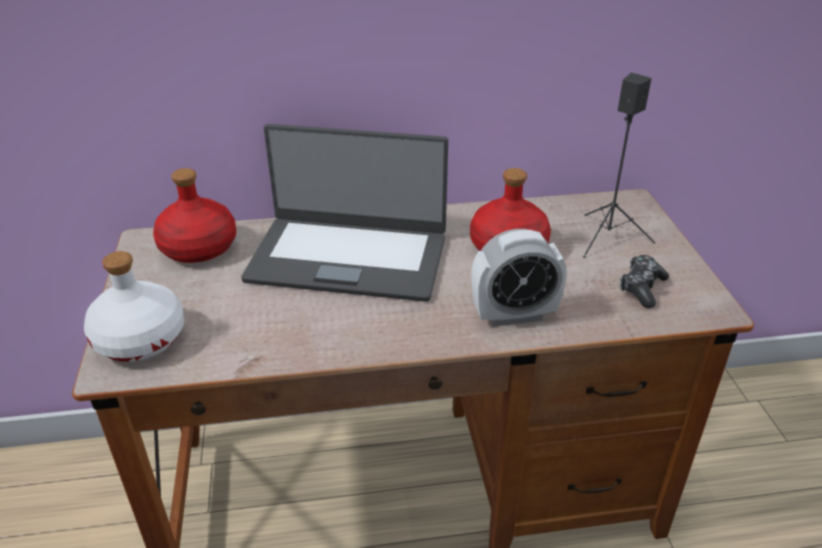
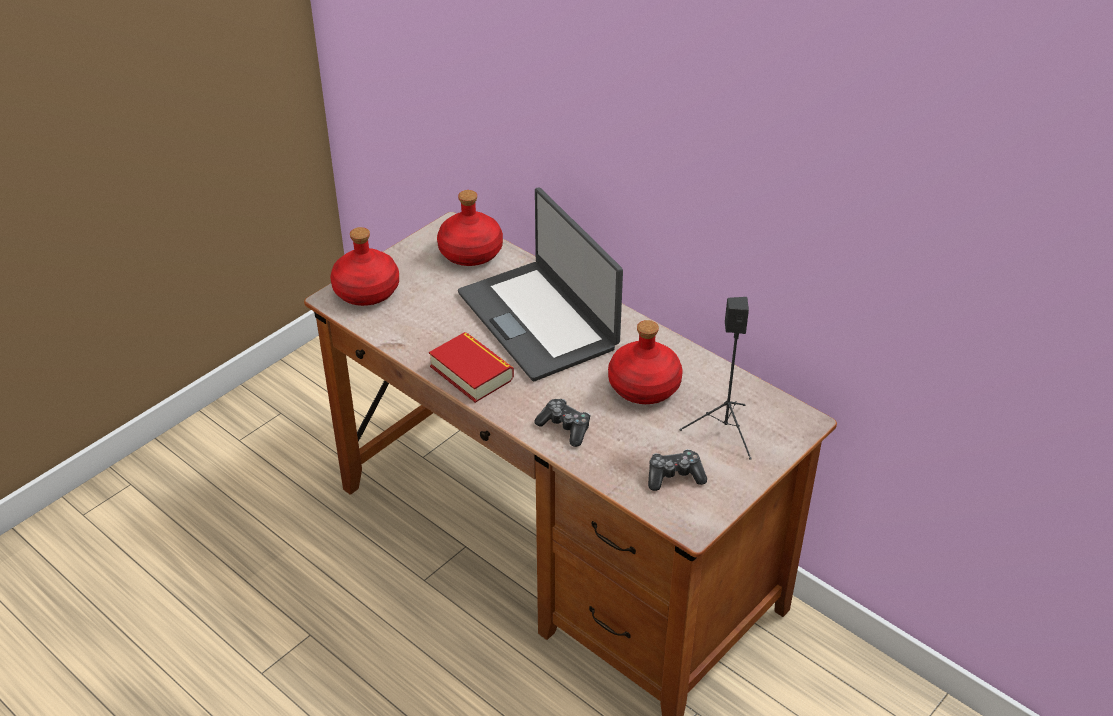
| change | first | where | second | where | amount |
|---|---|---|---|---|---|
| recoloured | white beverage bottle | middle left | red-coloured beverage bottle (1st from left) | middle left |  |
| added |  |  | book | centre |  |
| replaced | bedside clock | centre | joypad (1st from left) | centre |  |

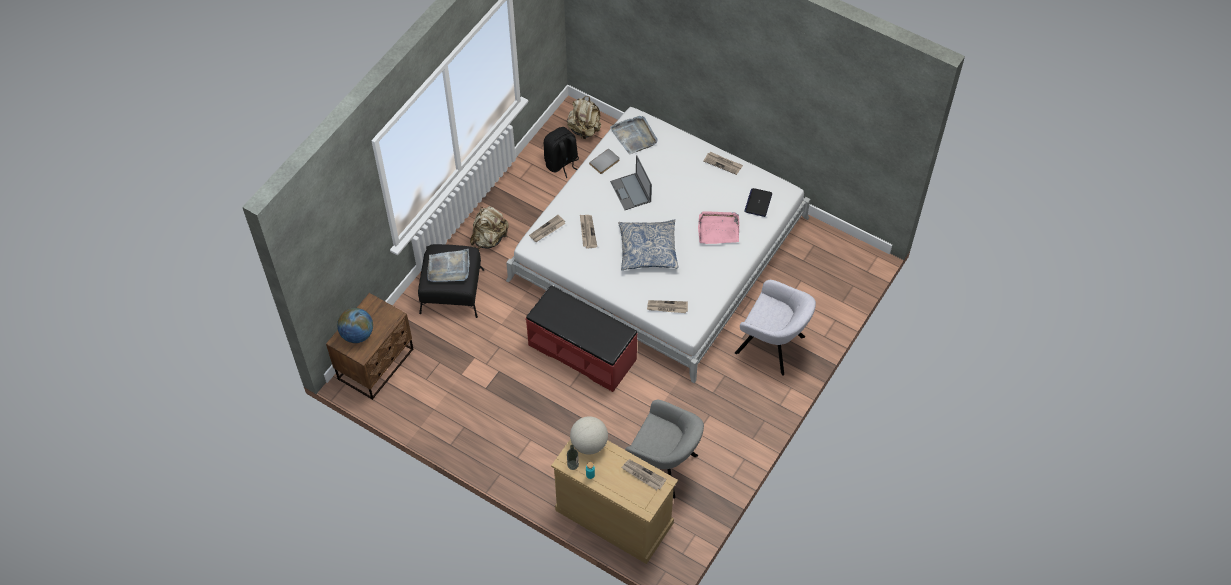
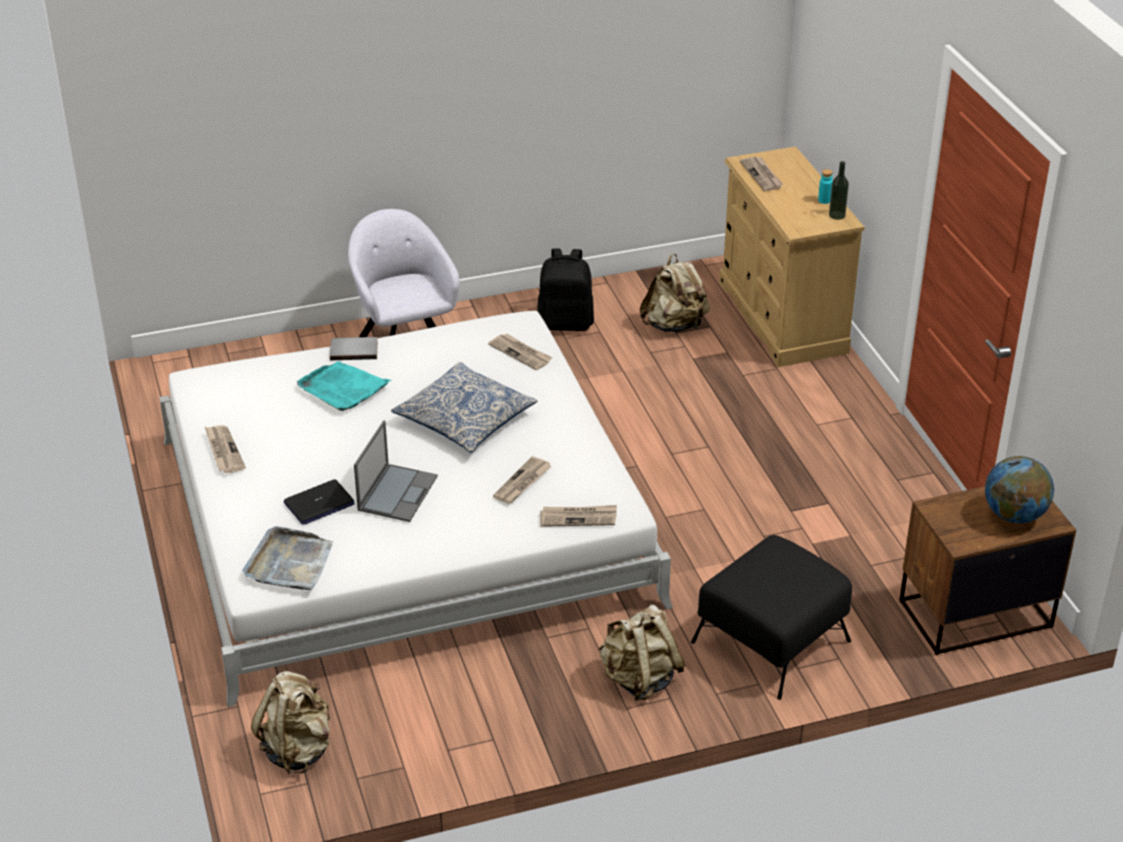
| change | first | where | second | where | amount |
|---|---|---|---|---|---|
| moved | notebook computer (2nd from left in the first image) | centre | notebook computer (1st from left) | middle left |  |
| recoloured | pinkish serving tray | centre | turquoise-coloured serving tray | middle left |  |
| moved | grey book | top centre |  | middle left |  |
| moved | black-coloured rucksack | top centre |  | centre |  |
| replaced | grey easy chair (1st from left) | bottom centre | sand-coloured rucksack (3rd from left) | centre |  |
| removed | grey serving tray (1st from left) | centre |  |  |  |
| removed | red-coloured bench | centre |  |  |  |
| removed | globe (2nd from left) | bottom centre |  |  |  |

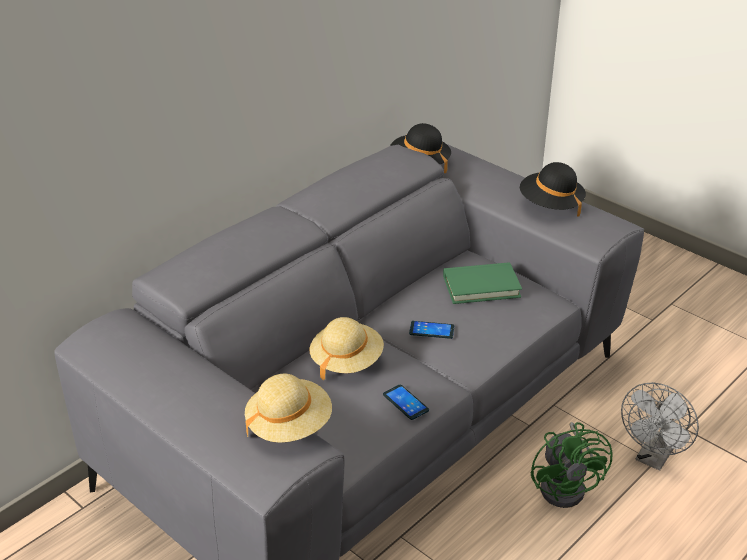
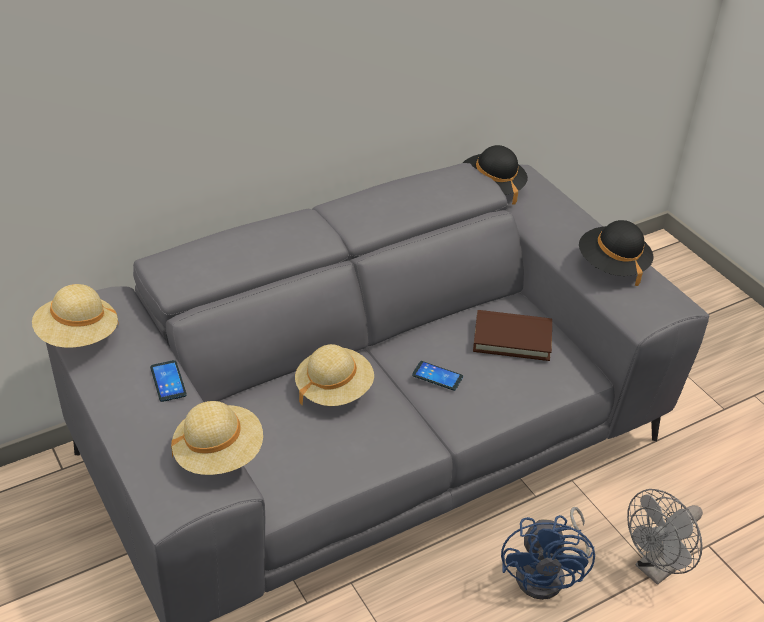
| change | first | where | second | where | amount |
|---|---|---|---|---|---|
| added |  |  | sand-coloured wearable hat (1st from left) | middle left |  |
| moved | telephone (1st from left) | bottom centre |  | middle left |  |
| recoloured | greenish book | centre | brown-coloured book | middle right |  |
| recoloured | greenish cooling fan | bottom right | bluish cooling fan | bottom right |  |

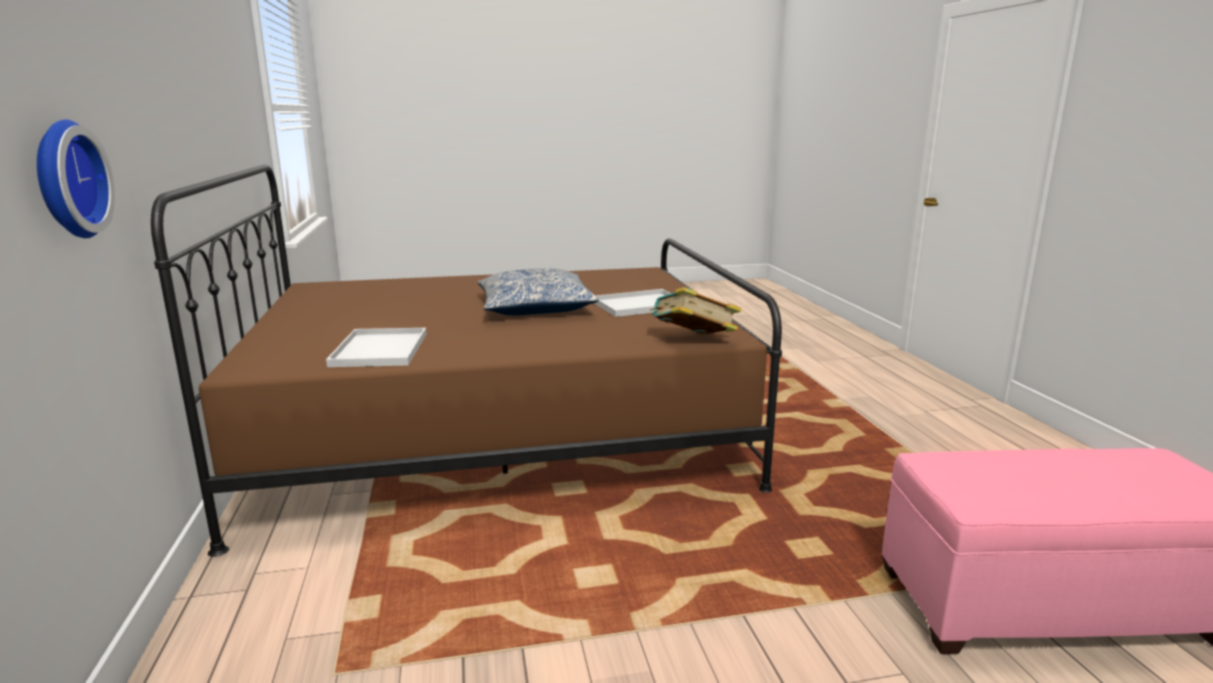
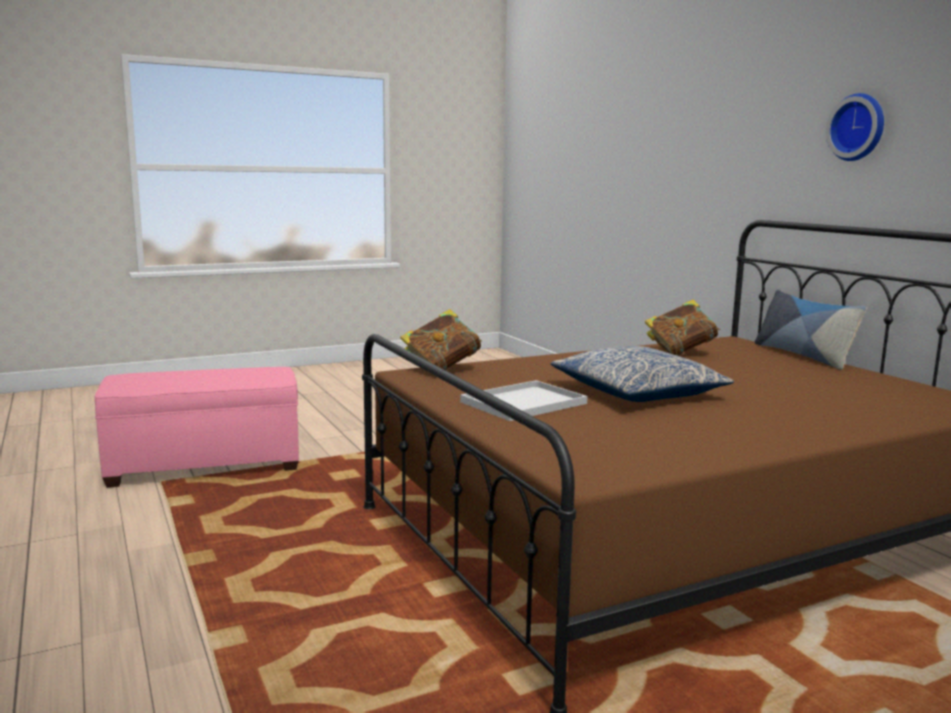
| change | first | where | second | where | amount |
|---|---|---|---|---|---|
| replaced | white serving tray (1st from left) | middle left | book (2nd from left) | middle right |  |
| added |  |  | pillow (2nd from left) | middle right |  |
| moved | wall clock | top left |  | top right |  |

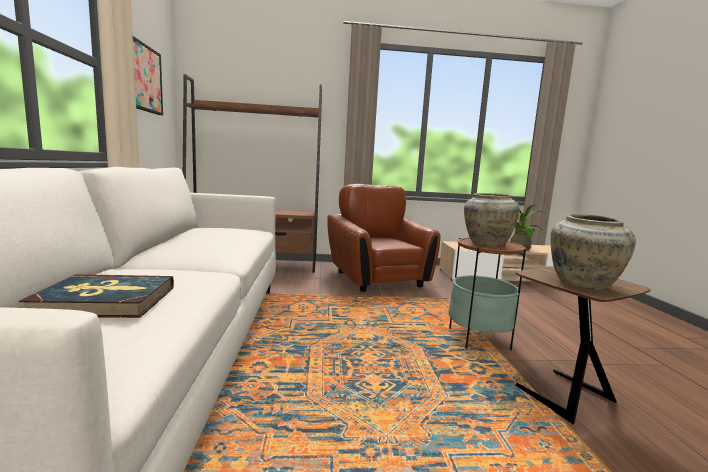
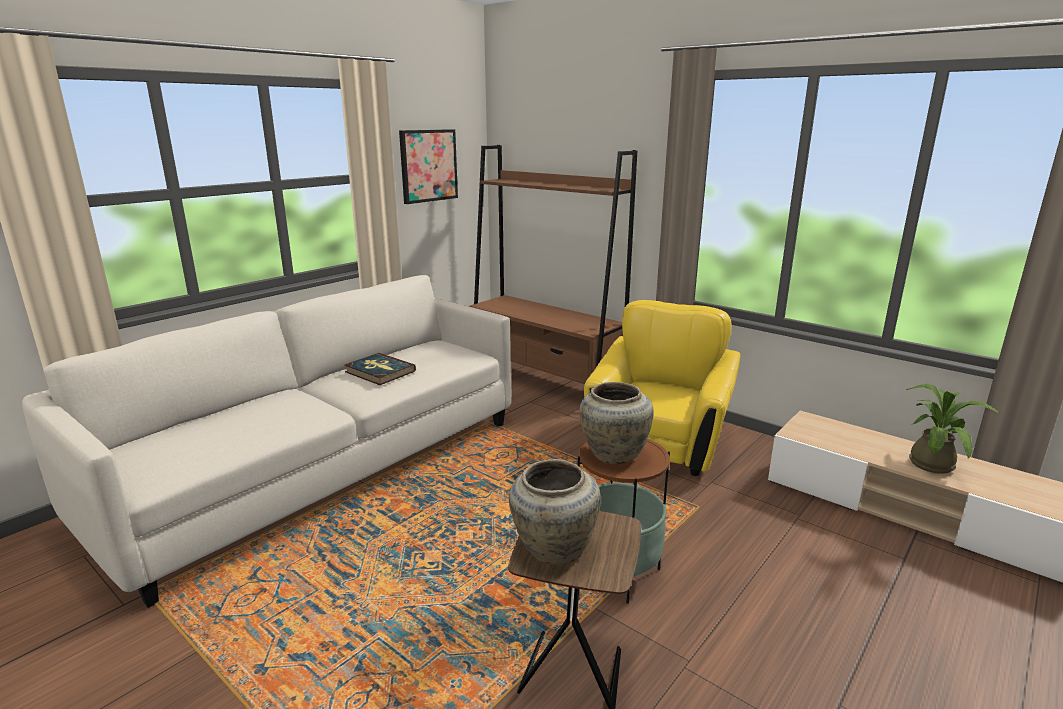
| change | first | where | second | where | amount |
|---|---|---|---|---|---|
| moved | book | middle left |  | centre |  |
| recoloured | brown-coloured easy chair | centre | yellow easy chair | centre |  |

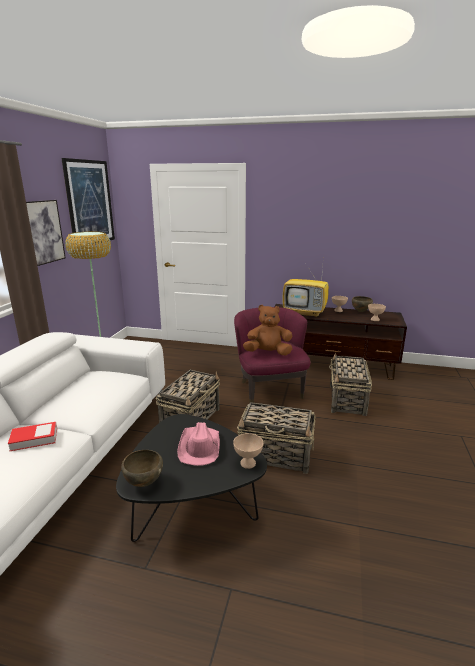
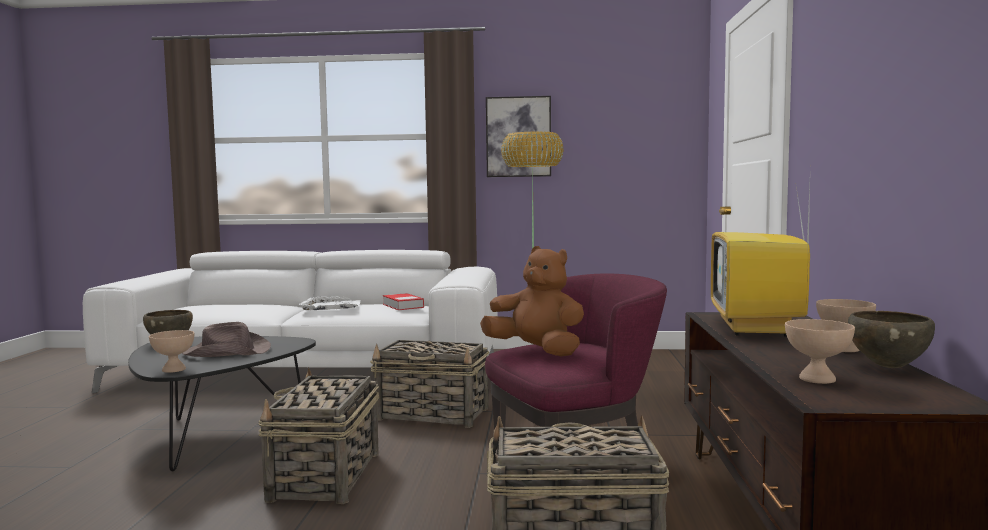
| change | first | where | second | where | amount |
|---|---|---|---|---|---|
| recoloured | pinkish wearable hat | bottom centre | brown-coloured wearable hat | middle left |  |
| added |  |  | white serving tray | middle left |  |
| moved | book | middle left |  | centre |  |
| turned | brown-coloured soft toy | centre |  | centre | 45 degrees counterclockwise |
| removed | picture (2nd from left) | top left |  |  |  |

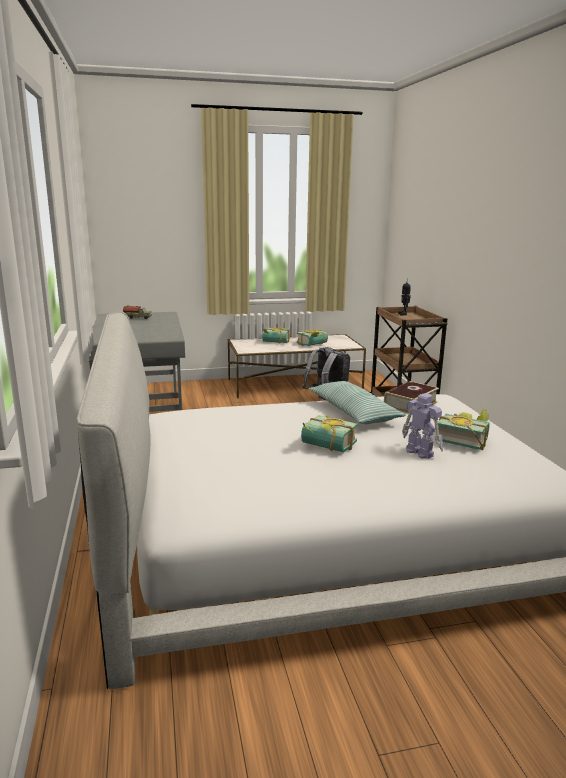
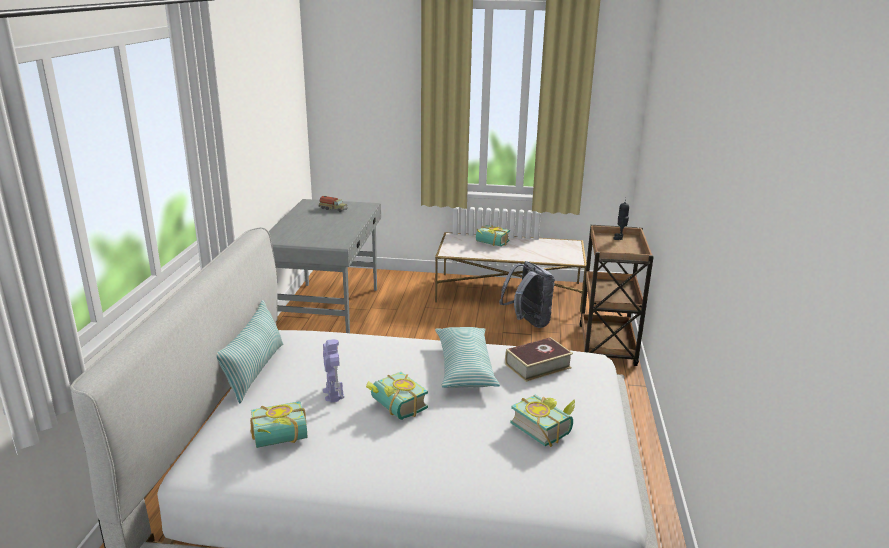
| change | first | where | second | where | amount |
|---|---|---|---|---|---|
| added |  |  | pillow (1st from left) | middle left |  |
| moved | book (2nd from left in the first image) | centre | book (1st from left) | bottom left |  |
| moved | model robot (2nd from left in the first image) | middle right | model robot (1st from left) | bottom centre |  |

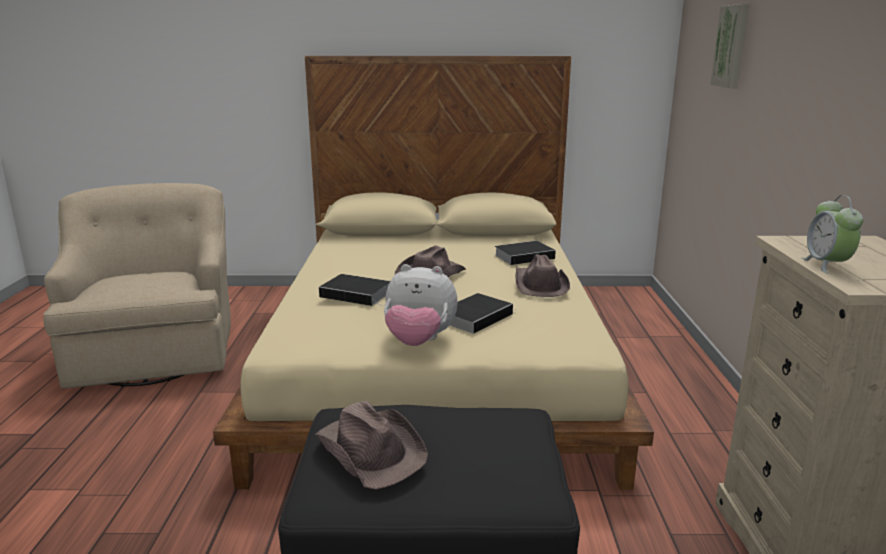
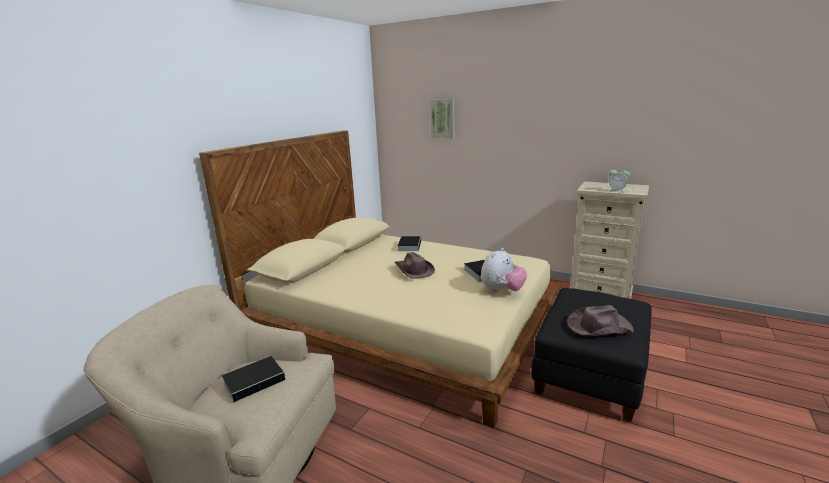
| change | first | where | second | where | amount |
|---|---|---|---|---|---|
| moved | book (1st from left) | centre |  | bottom left |  |
| removed | brown-coloured wearable hat (3rd from left) | centre |  |  |  |

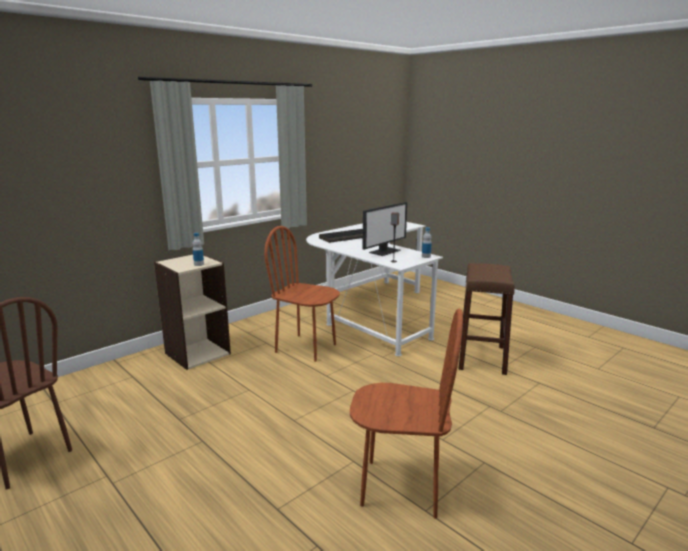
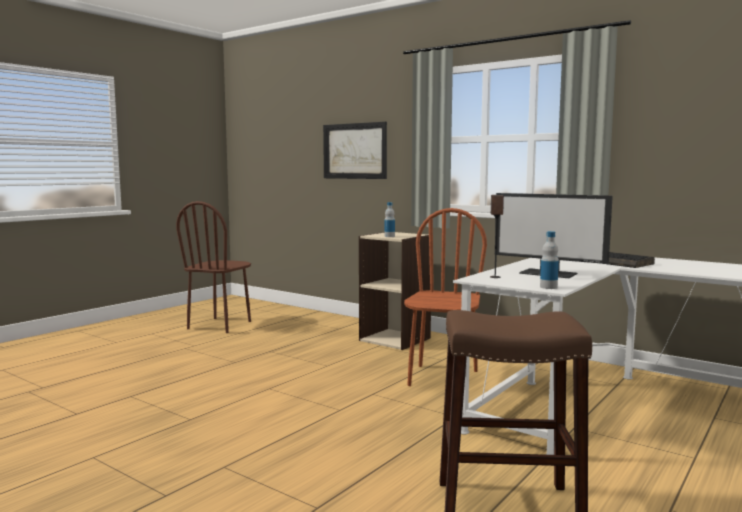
| change | first | where | second | where | amount |
|---|---|---|---|---|---|
| added |  |  | picture | top centre |  |
| removed | brown-coloured plain chair (3rd from left) | bottom centre |  |  |  |

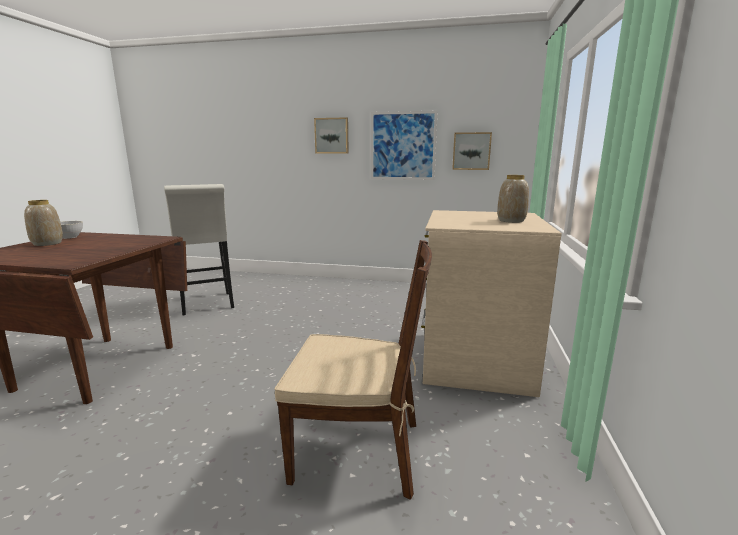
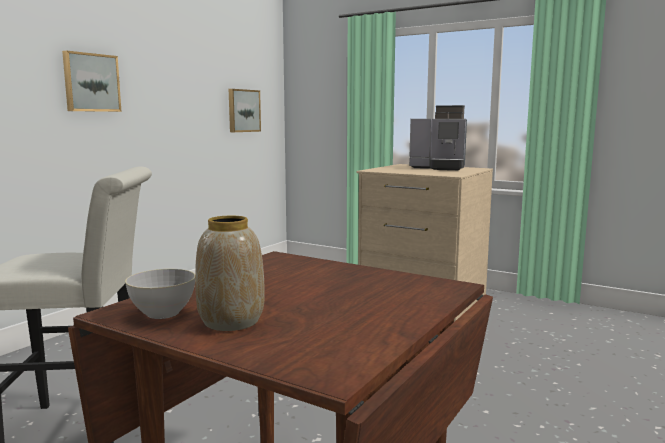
| change | first | where | second | where | amount |
|---|---|---|---|---|---|
| replaced | vase (2nd from left) | middle right | coffee machine | top centre |  |
| removed | brown-coloured plain chair | bottom centre |  |  |  |
| removed | picture (2nd from left) | top centre |  |  |  |

